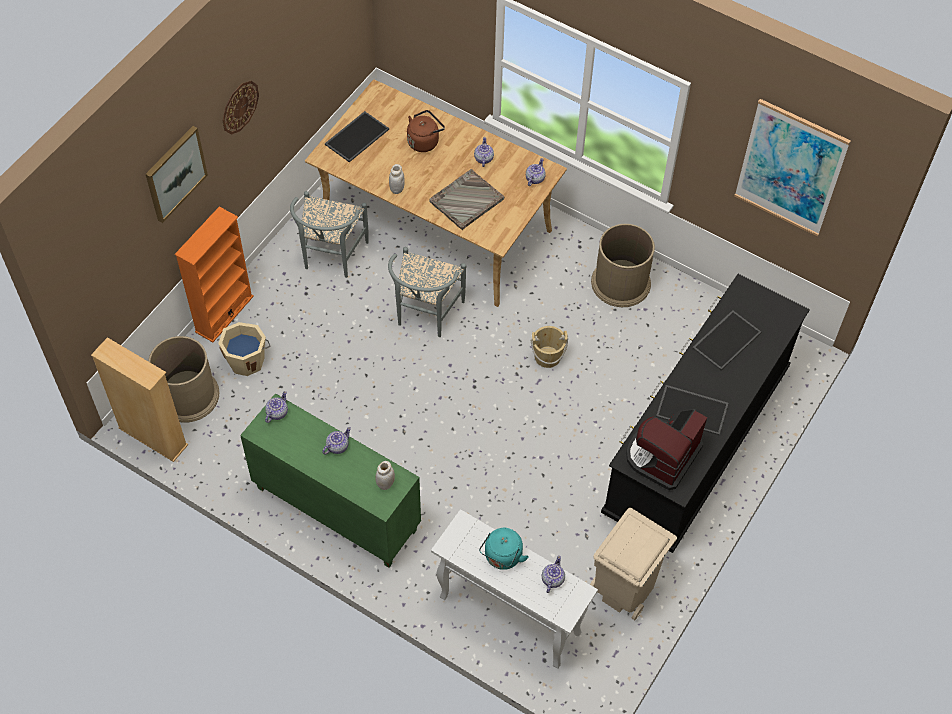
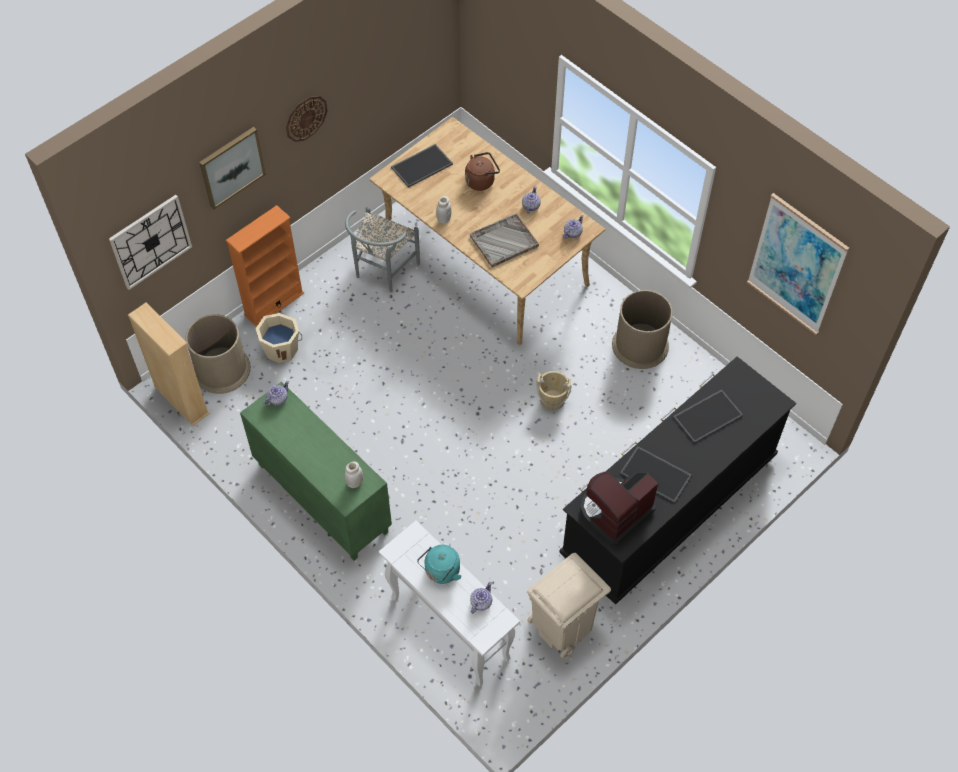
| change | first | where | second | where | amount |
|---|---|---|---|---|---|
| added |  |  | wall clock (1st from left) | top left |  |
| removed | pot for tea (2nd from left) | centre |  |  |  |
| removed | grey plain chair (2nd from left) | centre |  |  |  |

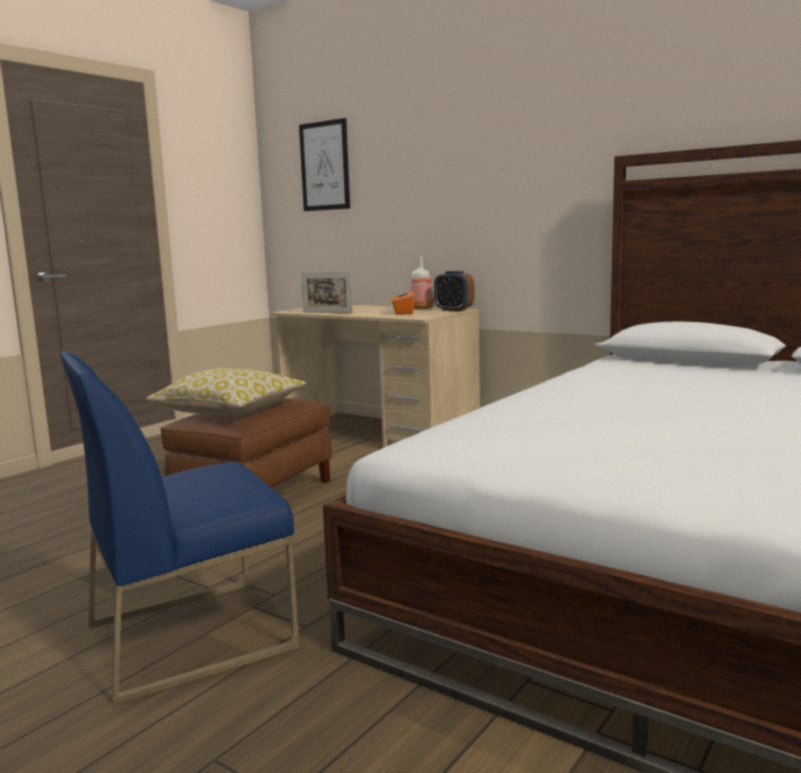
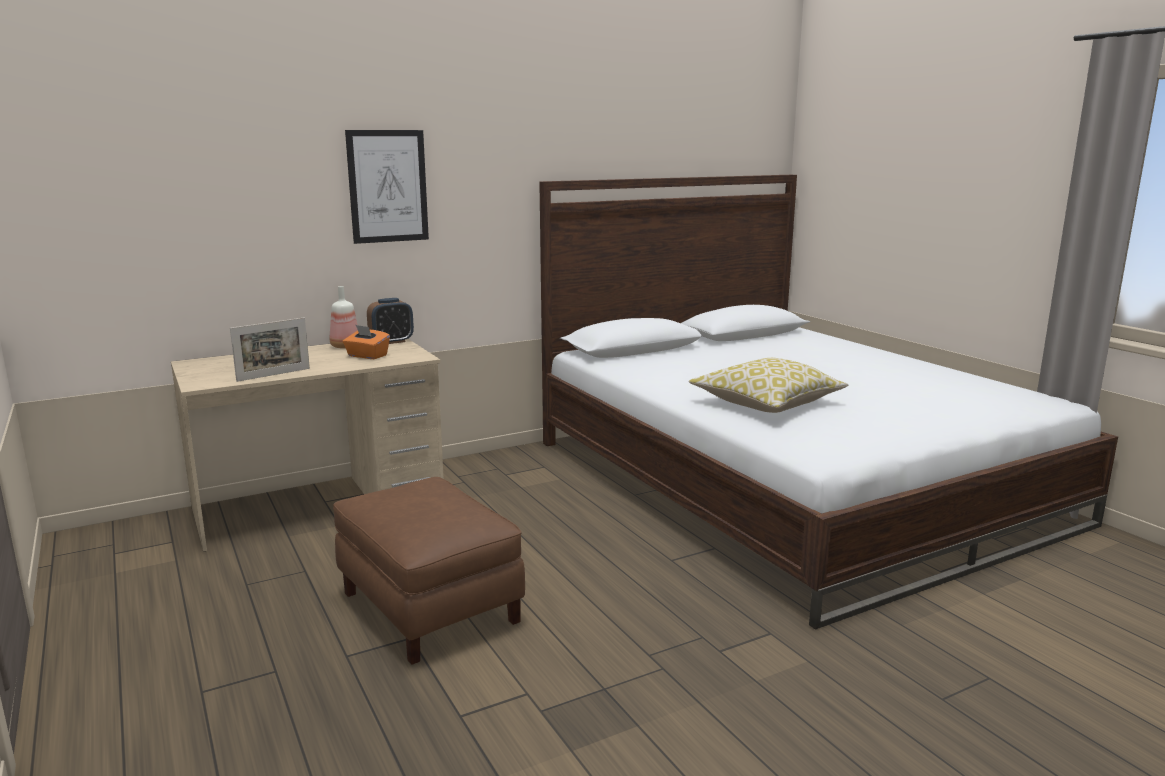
| change | first | where | second | where | amount |
|---|---|---|---|---|---|
| moved | picture | top centre |  | top left |  |
| moved | pillow | middle left |  | centre |  |
| removed | bluish plain chair | bottom left |  |  |  |

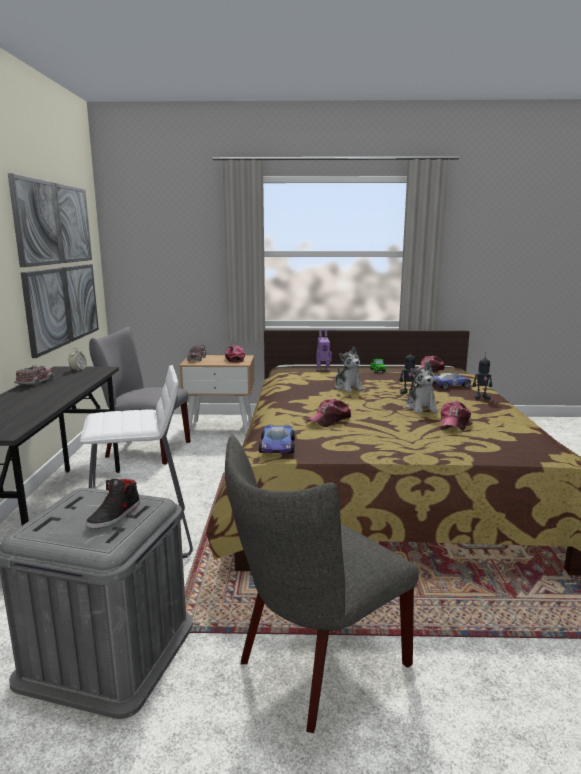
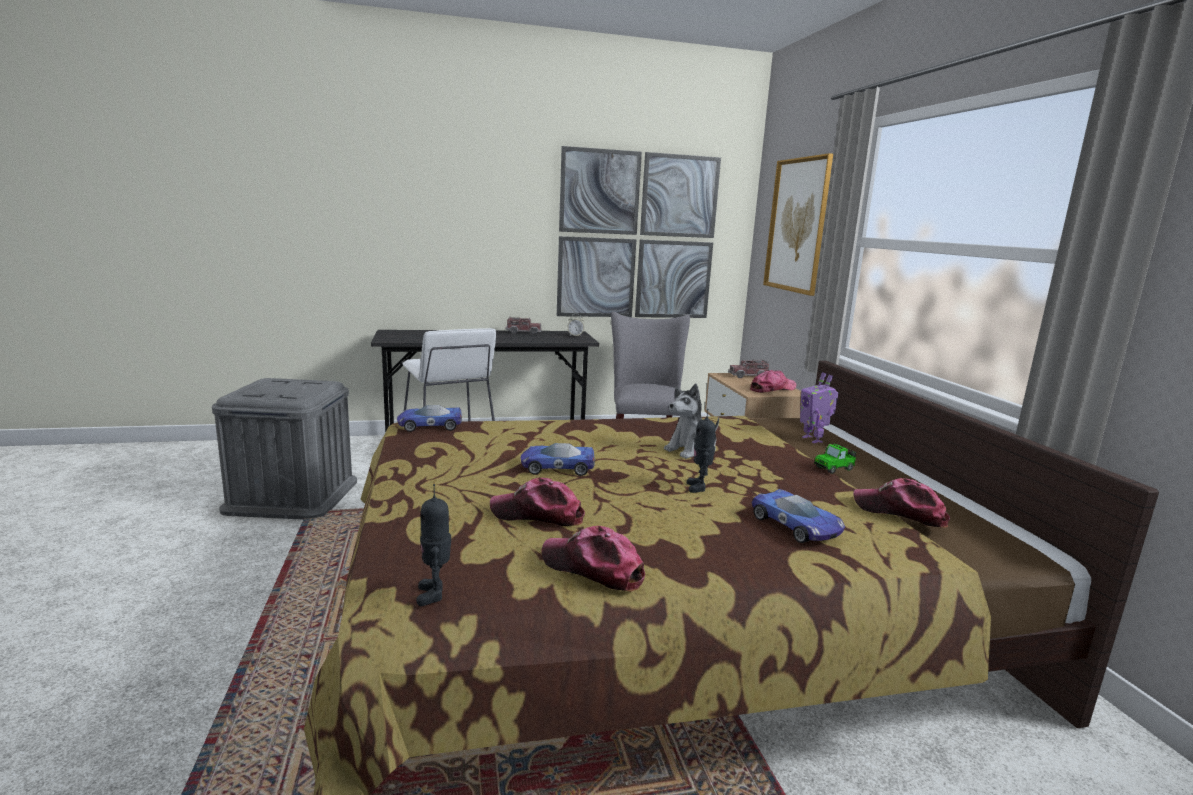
| change | first | where | second | where | amount |
|---|---|---|---|---|---|
| moved | model robot (3rd from left in the first image) | middle right | model robot (1st from left) | bottom centre |  |
| added |  |  | model car (2nd from left) | centre |  |
| moved | cap (2nd from left) | centre |  | bottom centre |  |
| added |  |  | picture (2nd from left) | top right |  |
| removed | black-coloured item of footwear | middle left |  |  |  |
| removed | grey plain chair (2nd from left) | bottom centre |  |  |  |
| removed | soft toy (2nd from left) | middle right |  |  |  |

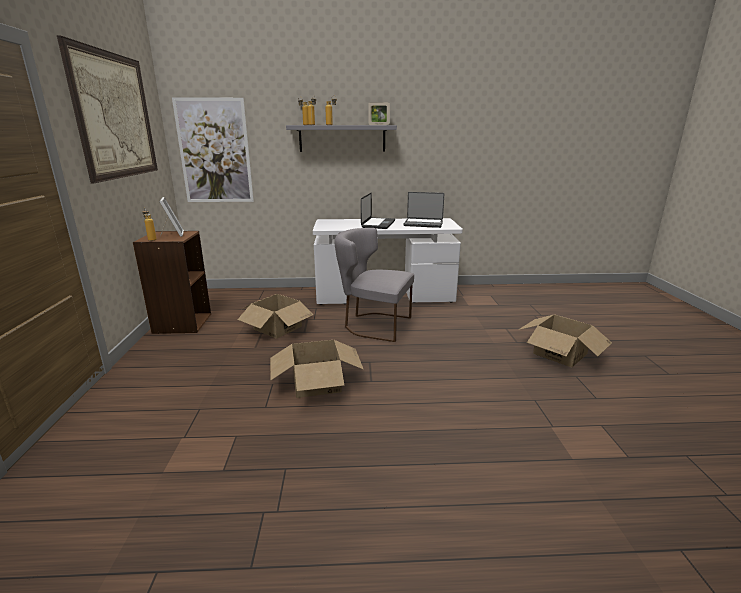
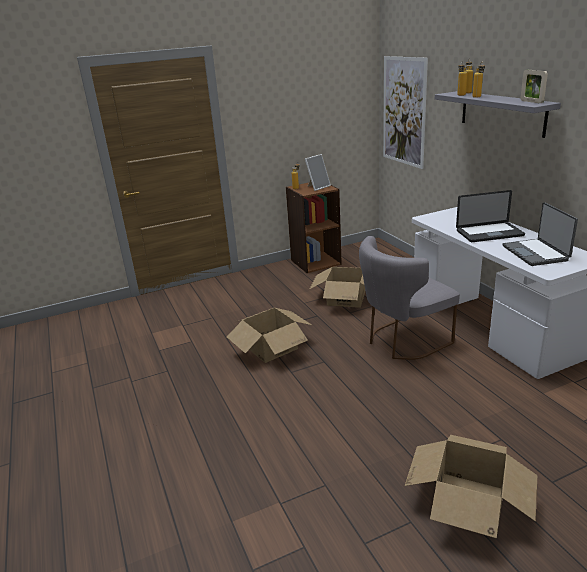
| change | first | where | second | where | amount |
|---|---|---|---|---|---|
| turned | grey plain chair | centre |  | middle right | 120 degrees counterclockwise |
| removed | picture (1st from left) | top left |  |  |  |

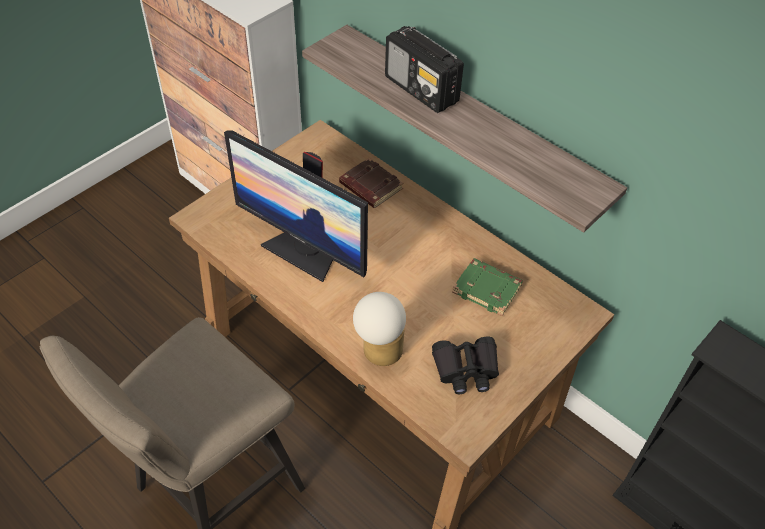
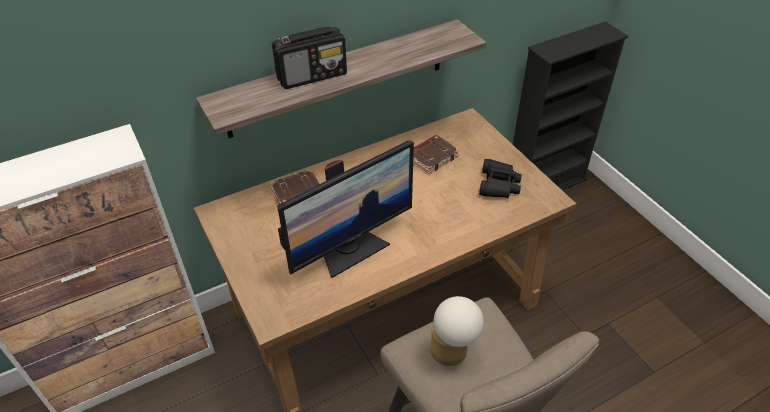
| change | first | where | second | where | amount |
|---|---|---|---|---|---|
| recoloured | greenish book | centre | brown-coloured book (2nd from left) | centre |  |
| moved | tabletop lamp | centre |  | bottom centre |  |

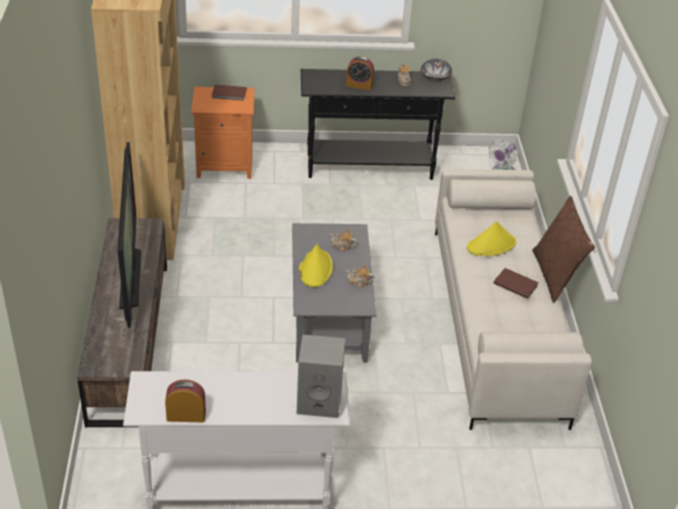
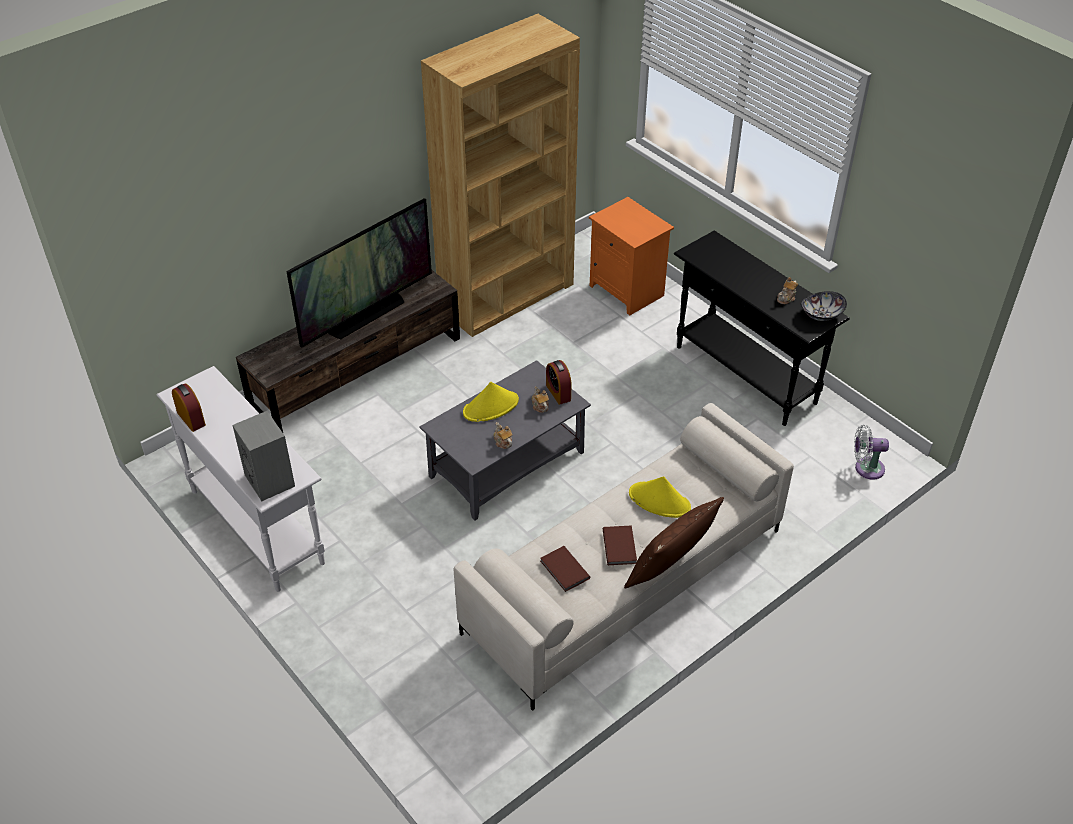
| change | first | where | second | where | amount |
|---|---|---|---|---|---|
| moved | brown-coloured book (1st from left) | top centre |  | bottom centre |  |
| moved | bedside clock (2nd from left) | top centre |  | centre |  |

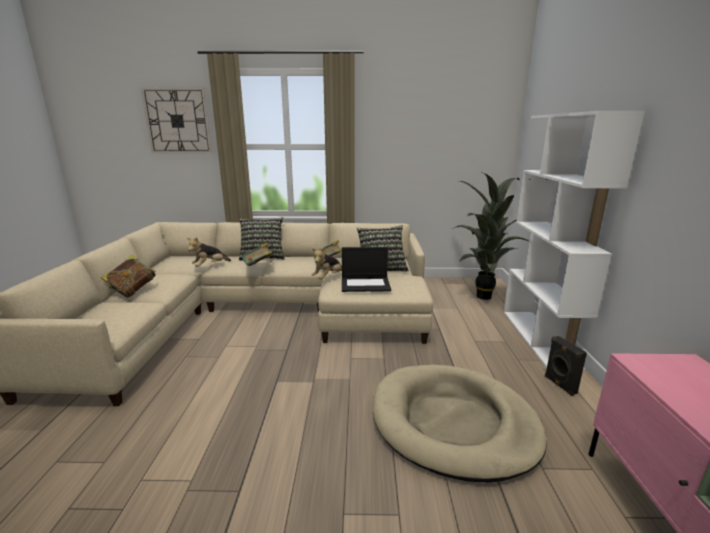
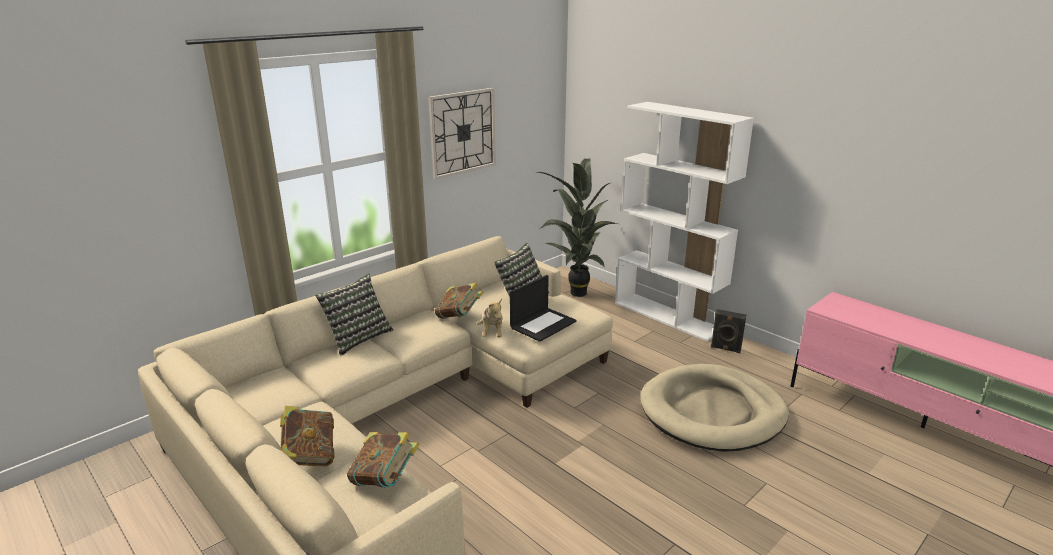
| change | first | where | second | where | amount |
|---|---|---|---|---|---|
| moved | book (2nd from left) | centre |  | bottom centre |  |
| moved | wall clock | top left |  | top centre |  |
| removed | soft toy (1st from left) | middle left |  |  |  |

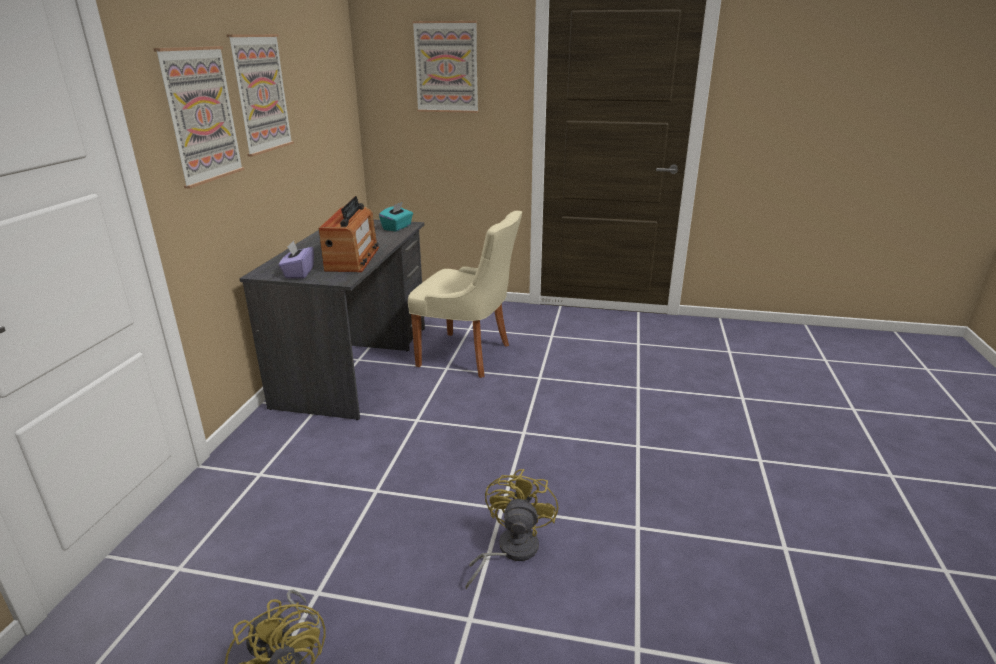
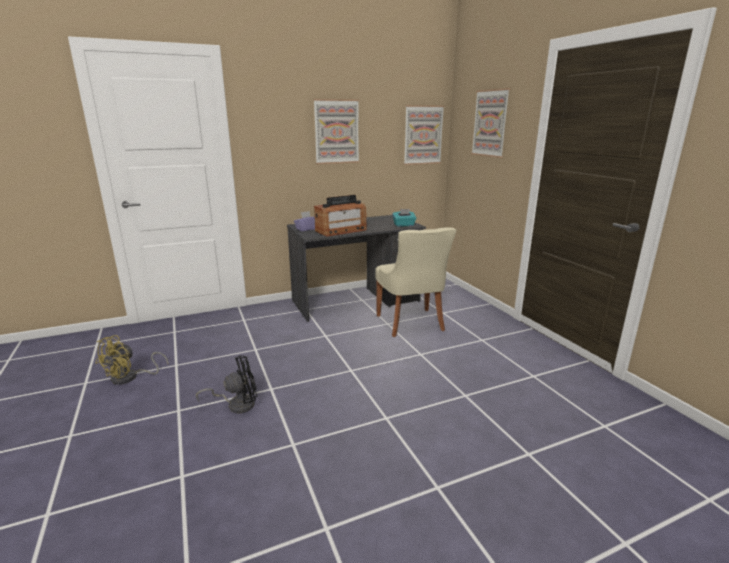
| change | first | where | second | where | amount |
|---|---|---|---|---|---|
| recoloured | yellow cooling fan (2nd from left) | bottom centre | black-coloured cooling fan | bottom left |  |
| moved | picture (1st from left in the first image) | top left | picture (2nd from left) | top centre |  |

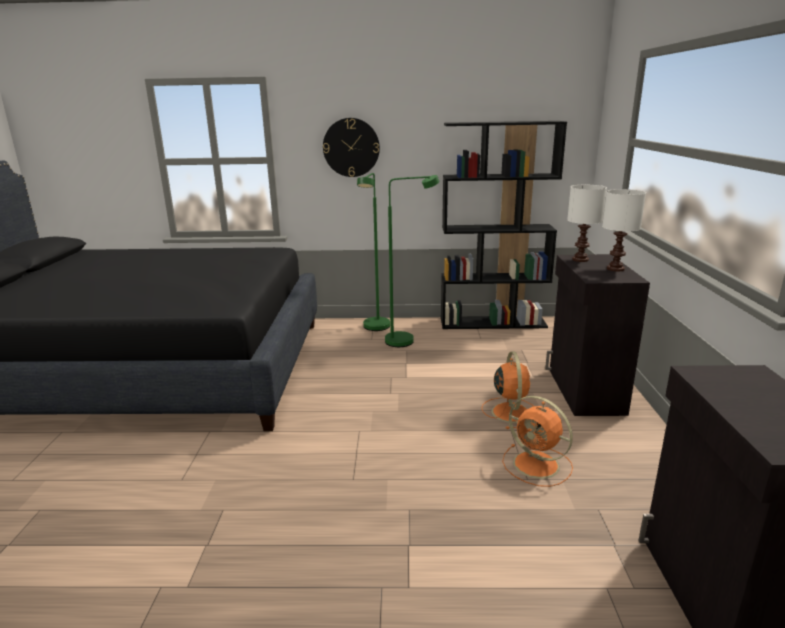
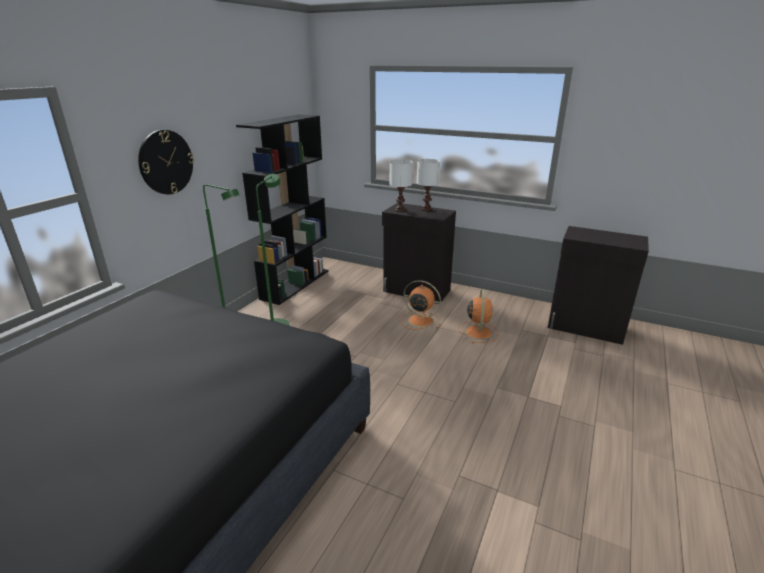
| change | first | where | second | where | amount |
|---|---|---|---|---|---|
| turned | orange-coloured cooling fan (2nd from left) | bottom right |  | centre | 60 degrees counterclockwise |

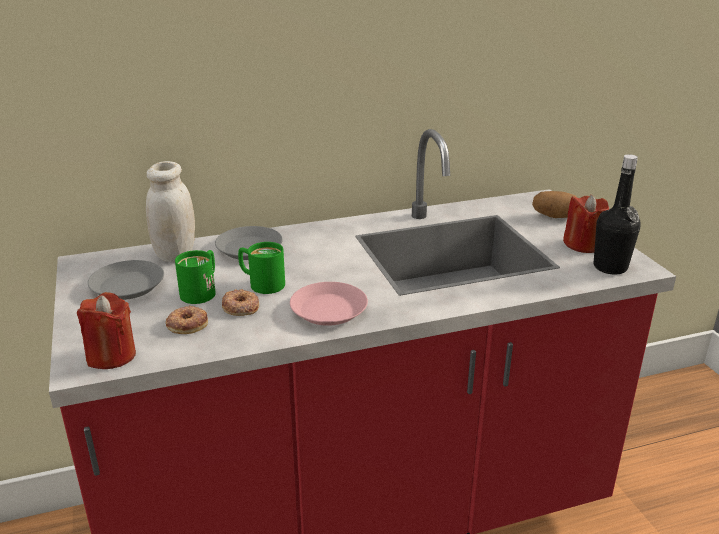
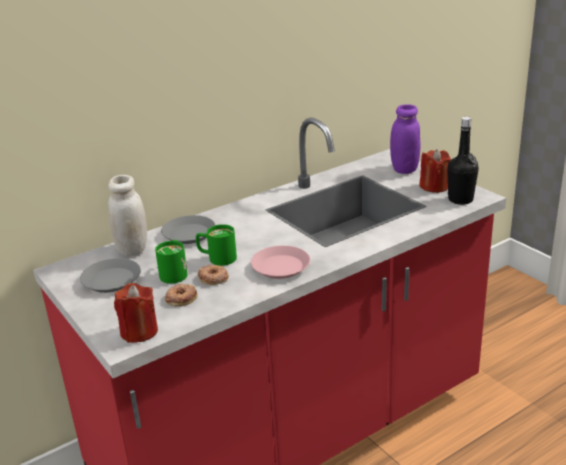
| change | first | where | second | where | amount |
|---|---|---|---|---|---|
| replaced | whole potato | middle right | purplish preserve jar | top right |  |

